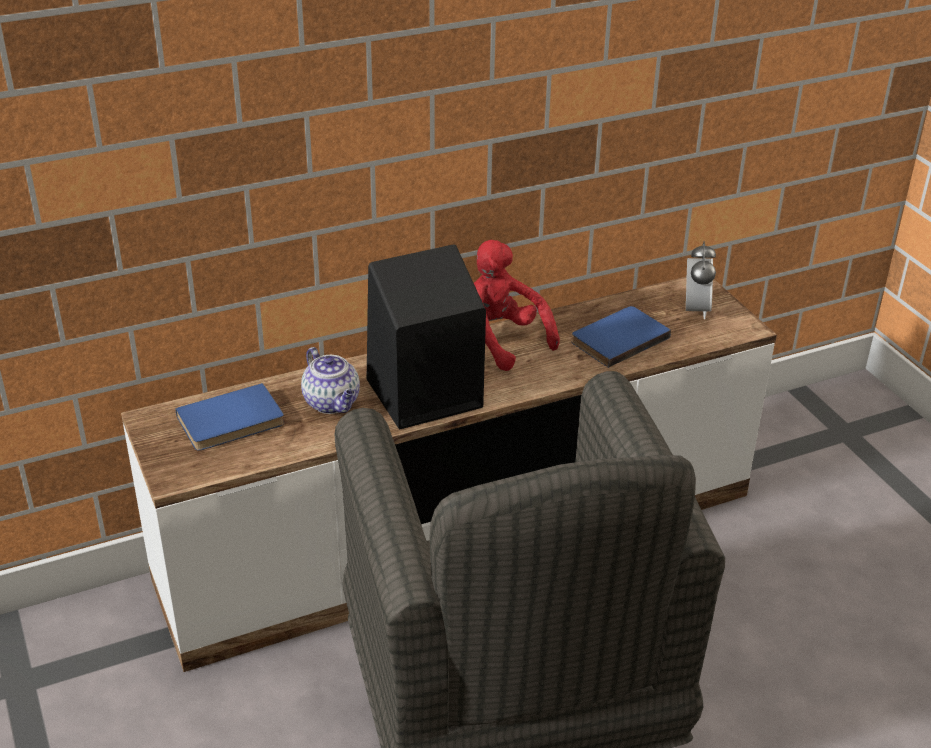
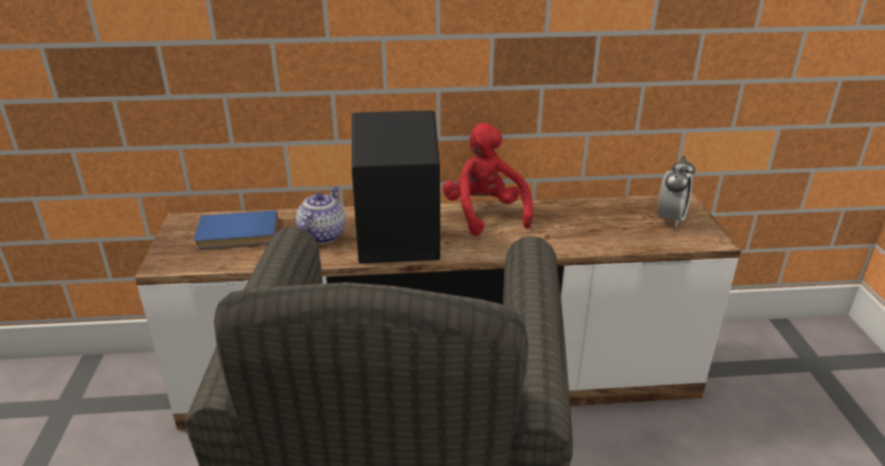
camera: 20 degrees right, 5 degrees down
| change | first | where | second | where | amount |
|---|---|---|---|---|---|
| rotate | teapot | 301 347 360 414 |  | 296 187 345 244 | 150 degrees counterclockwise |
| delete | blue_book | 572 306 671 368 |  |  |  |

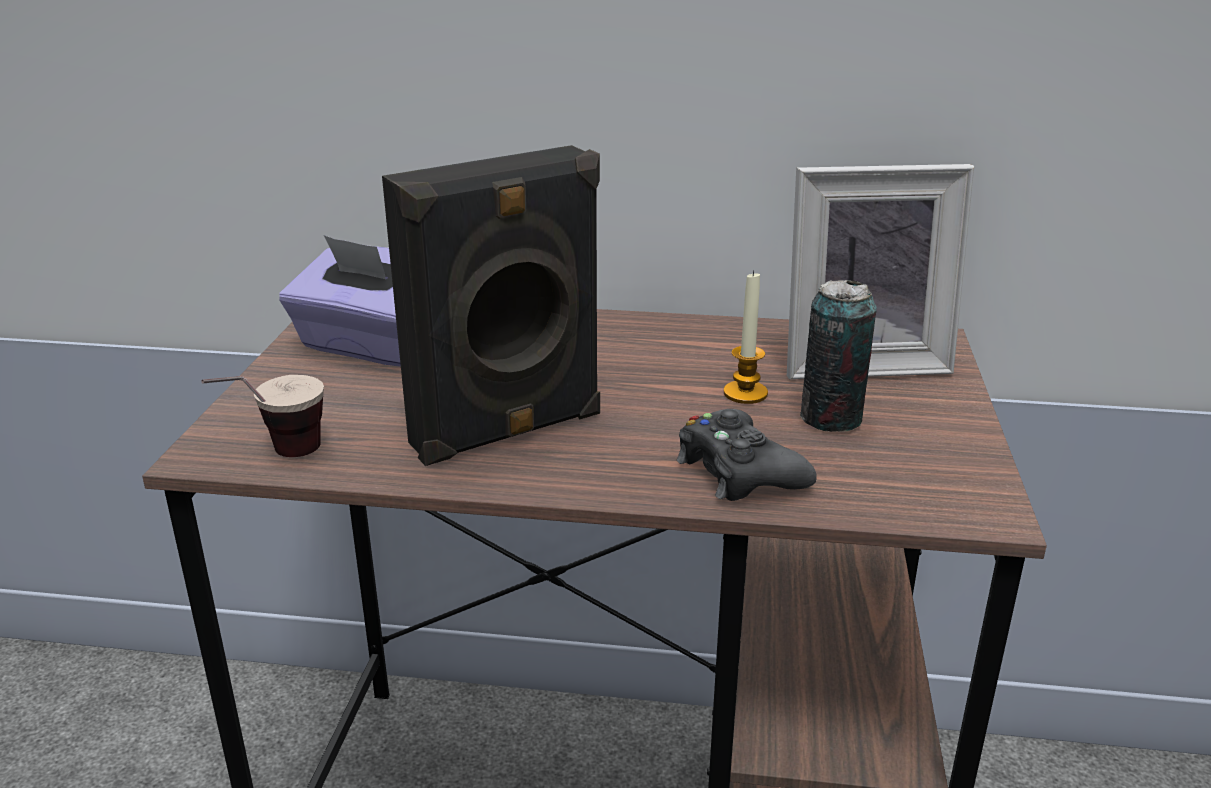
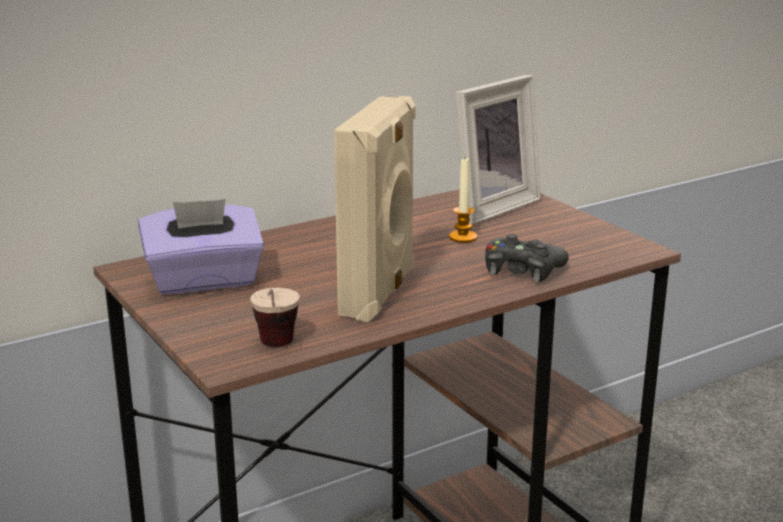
camera: 40 degrees left, 5 degrees down
| change | first | where | second | where | amount |
|---|---|---|---|---|---|
| recolor | black_speaker | 382 145 600 466 | beige_speaker | 334 96 416 322 |  |
| delete | can | 800 280 876 432 |  |  |  |

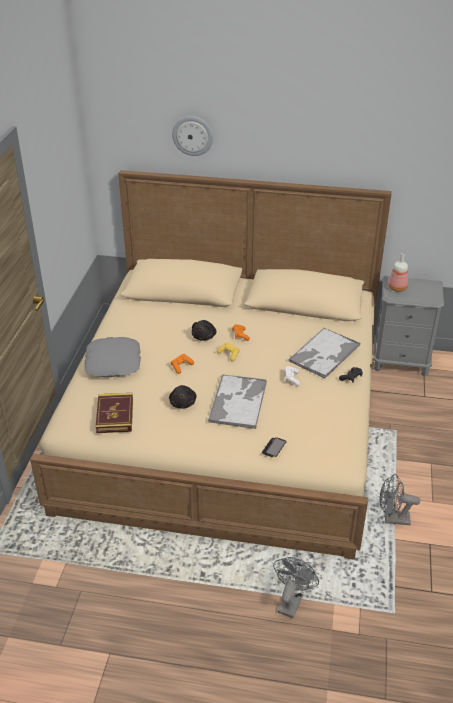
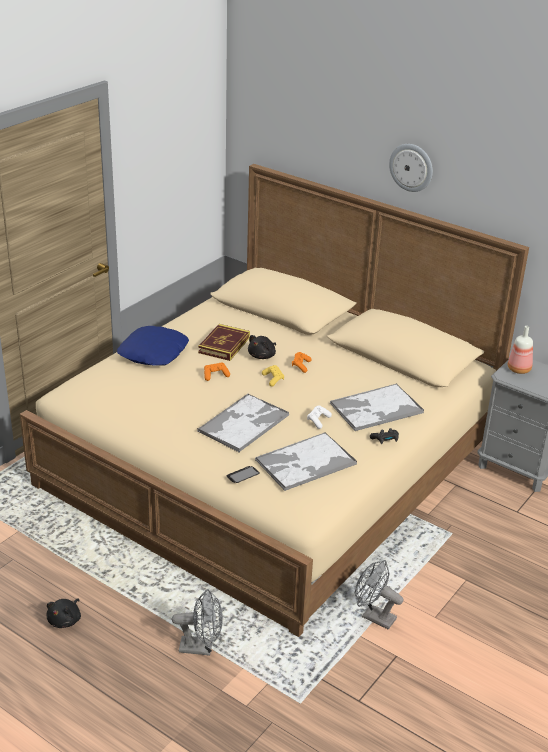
camera: 25 degrees right, 5 degrees down
| change | first | where | second | where | amount |
|---|---|---|---|---|---|
| recolor | grey_pillow | 85 337 141 377 | blue_pillow | 117 326 189 366 |  |
| move | book | 96 393 133 433 |  | 198 324 250 361 |  |
| move | black_plush_toy | 169 385 197 408 |  | 46 599 81 628 |  |
| move | wall_clock | 172 116 213 156 |  | 389 144 433 192 |  |
| rotate | grey_fan | 273 557 319 618 |  | 172 589 223 656 | 45 degrees clockwise |
| insert |  |  | tray | 255 432 357 491 |  |

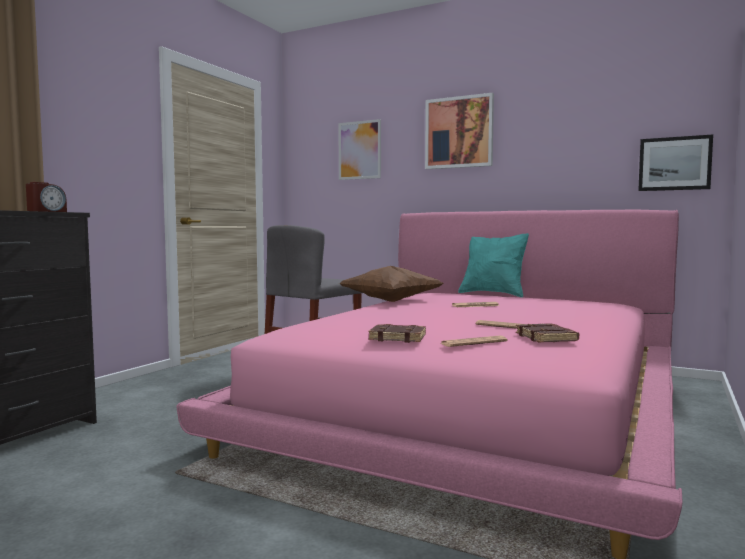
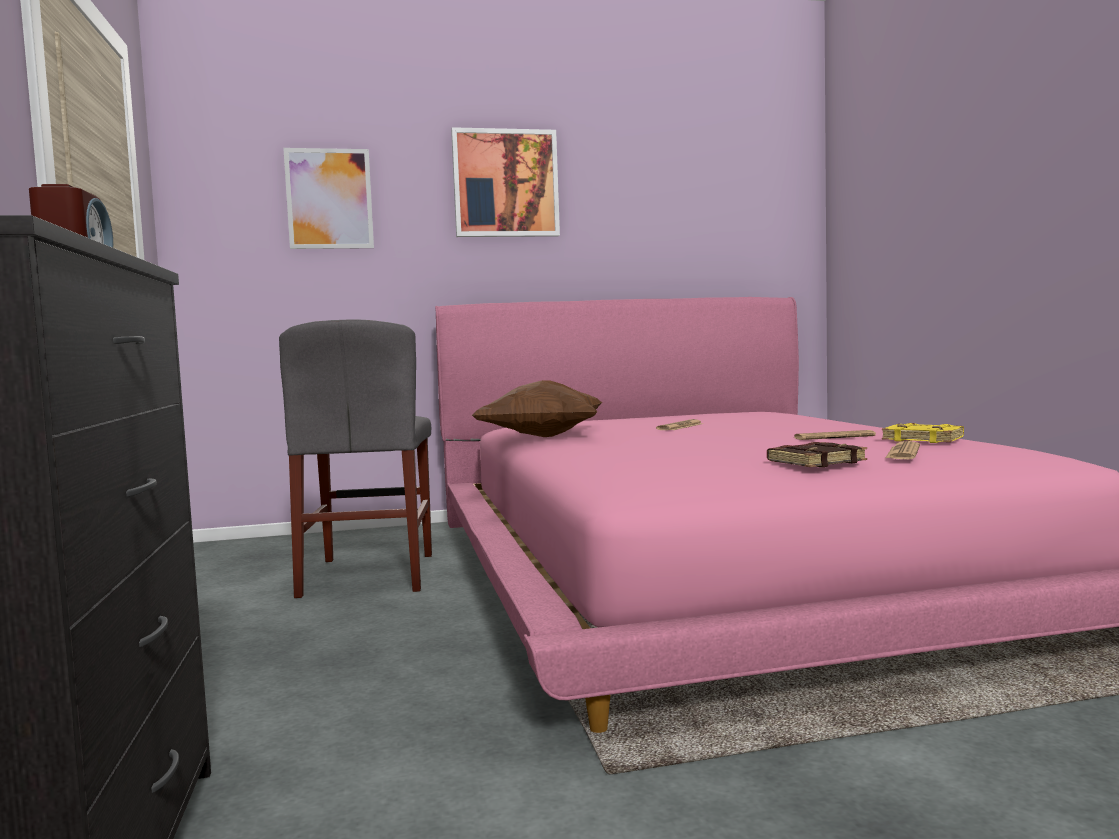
camera: 40 degrees left, 0 degrees up
| change | first | where | second | where | amount |
|---|---|---|---|---|---|
| delete | turquoise_pillow | 458 233 529 297 |  |  |  |
| recolor | brown_book | 516 323 579 342 | yellow_book | 882 423 964 443 |  |
| delete | picture | 638 135 713 191 |  |  |  |

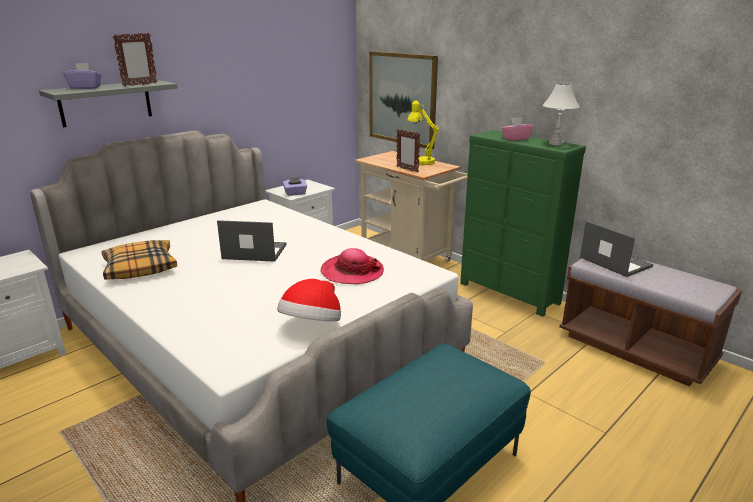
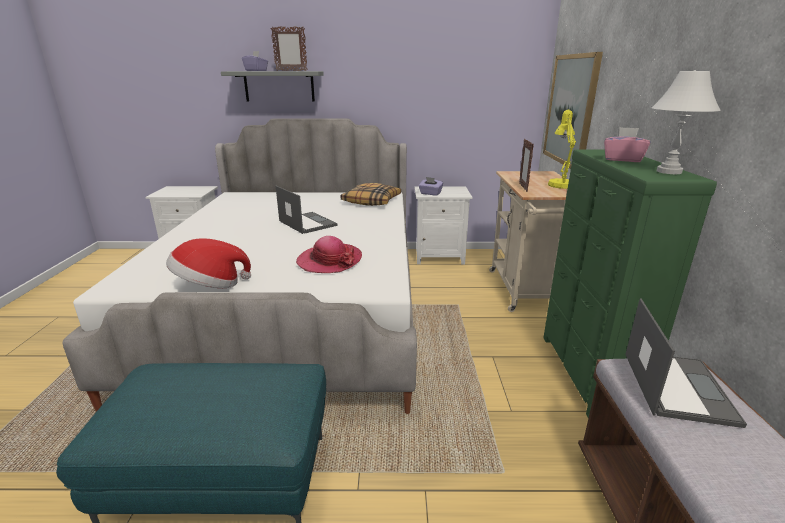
camera: 45 degrees right, 0 degrees up
| change | first | where | second | where | amount |
|---|---|---|---|---|---|
| move | pillow | 101 240 177 279 |  | 341 183 401 206 |  |

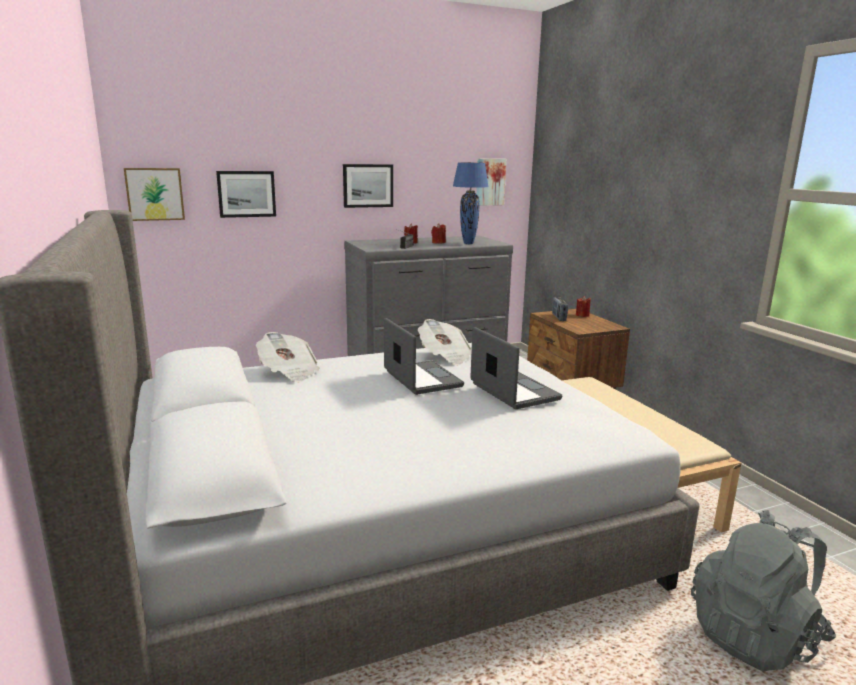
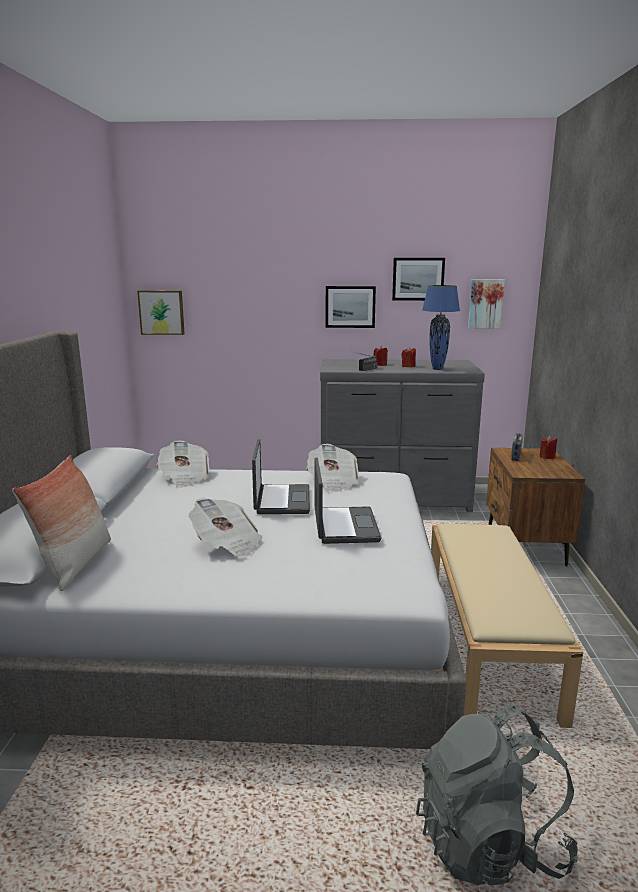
camera: 25 degrees right, 0 degrees up
| change | first | where | second | where | amount |
|---|---|---|---|---|---|
| move | picture | 216 171 276 218 |  | 392 258 445 301 |  |
| insert |  |  | pillow | 12 455 111 591 |  |
| insert |  |  | newspaper | 189 498 262 558 |  |

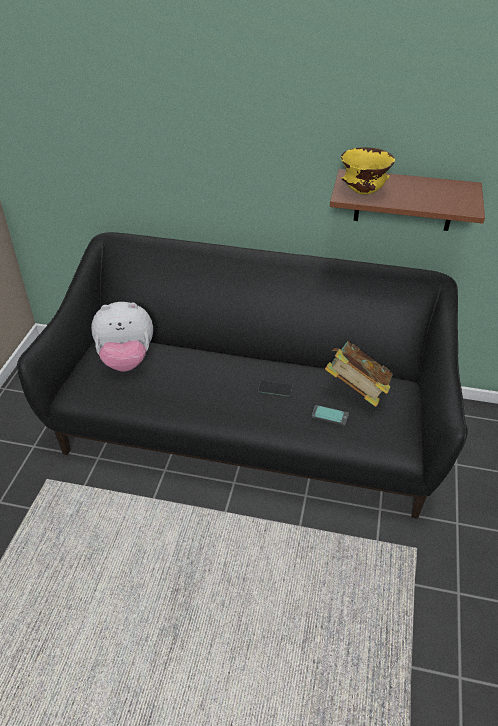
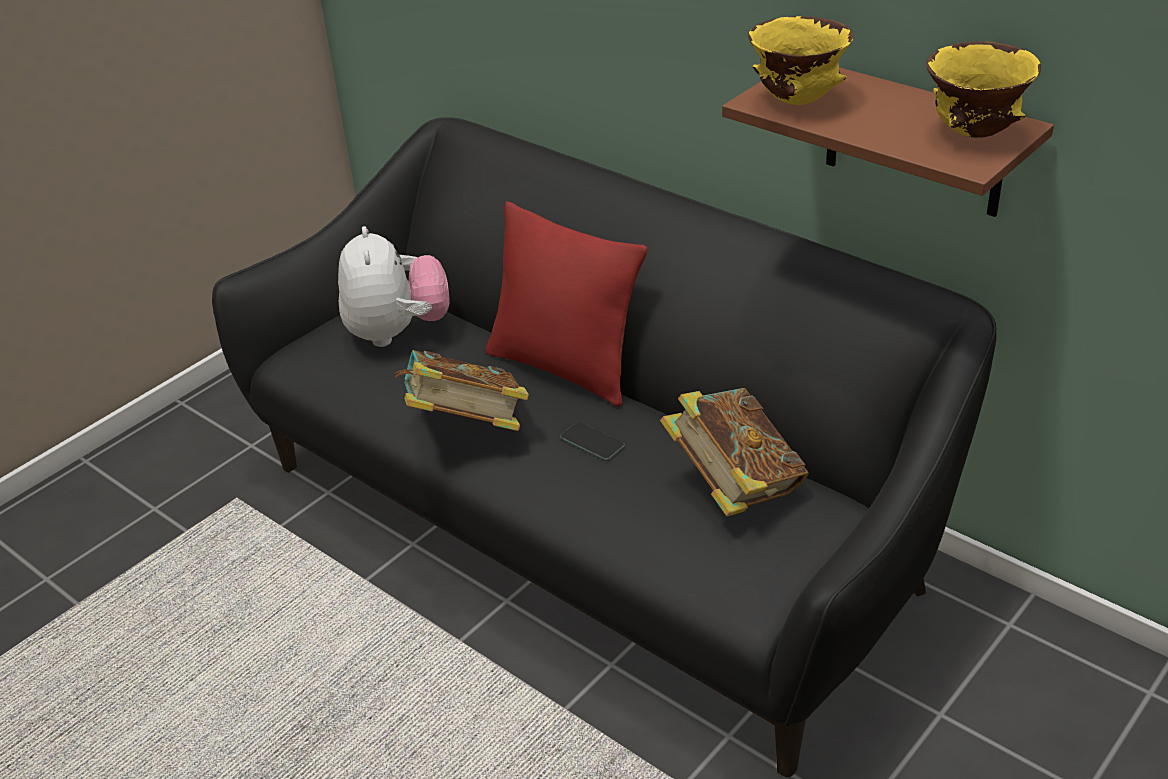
camera: 30 degrees right, 5 degrees down
| change | first | where | second | where | amount |
|---|---|---|---|---|---|
| rotate | plush_toy | 91 302 153 371 |  | 338 226 450 347 | 120 degrees counterclockwise |
| delete | phone | 312 405 349 425 |  |  |  |
| insert |  |  | book | 394 350 529 431 |  |
| insert |  |  | red_pillow | 485 201 647 407 |  |
| insert |  |  | yellow_bowl | 926 41 1041 138 |  |

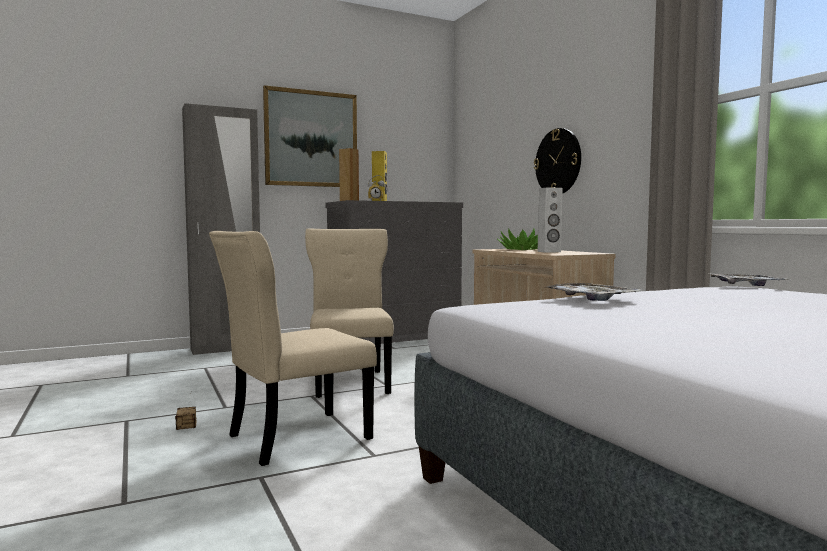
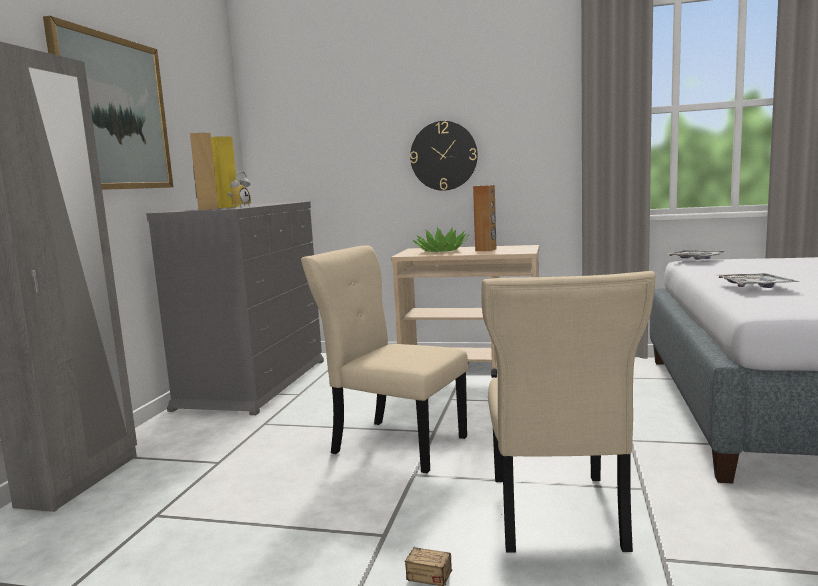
camera: 50 degrees left, 5 degrees up
| change | first | where | second | where | amount |
|---|---|---|---|---|---|
| recolor | white_speaker | 538 188 562 253 | brown_speaker | 473 185 497 251 |  |

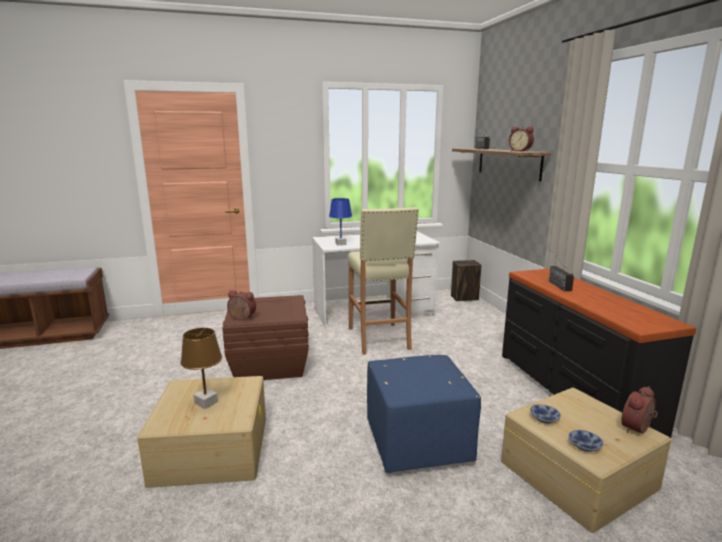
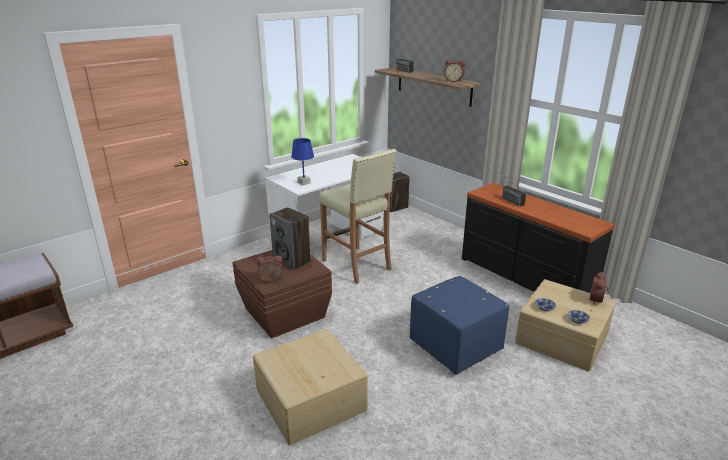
camera: 25 degrees left, 10 degrees up
| change | first | where | second | where | amount |
|---|---|---|---|---|---|
| delete | brown_table_lamp | 181 328 222 409 |  |  |  |
| insert |  |  | speaker | 269 207 311 270 |  |

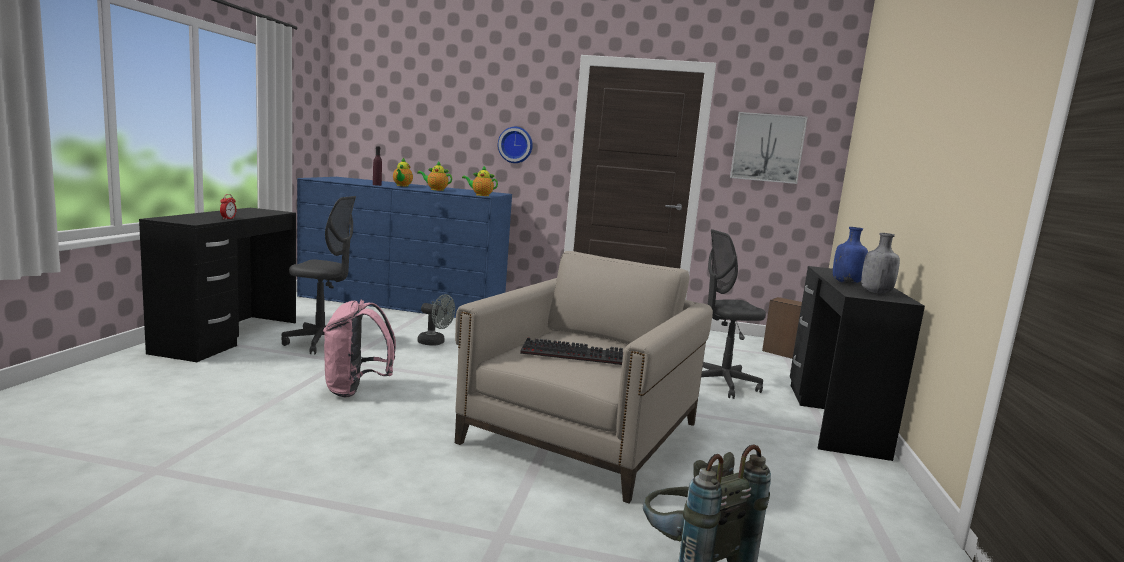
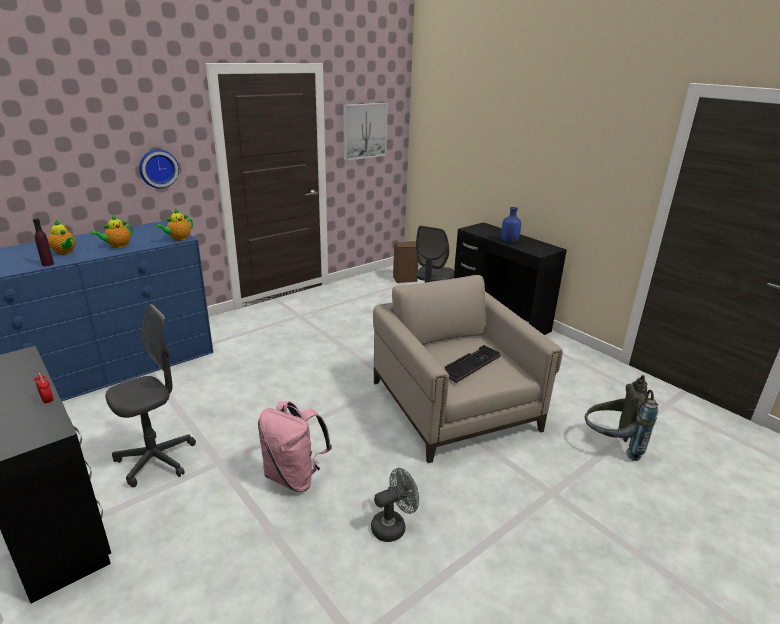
camera: 50 degrees left, 15 degrees up
| change | first | where | second | where | amount |
|---|---|---|---|---|---|
| move | grey_fan | 417 294 455 346 |  | 371 468 419 542 |  |
| delete | grey_bottle | 861 233 900 293 |  |  |  |

